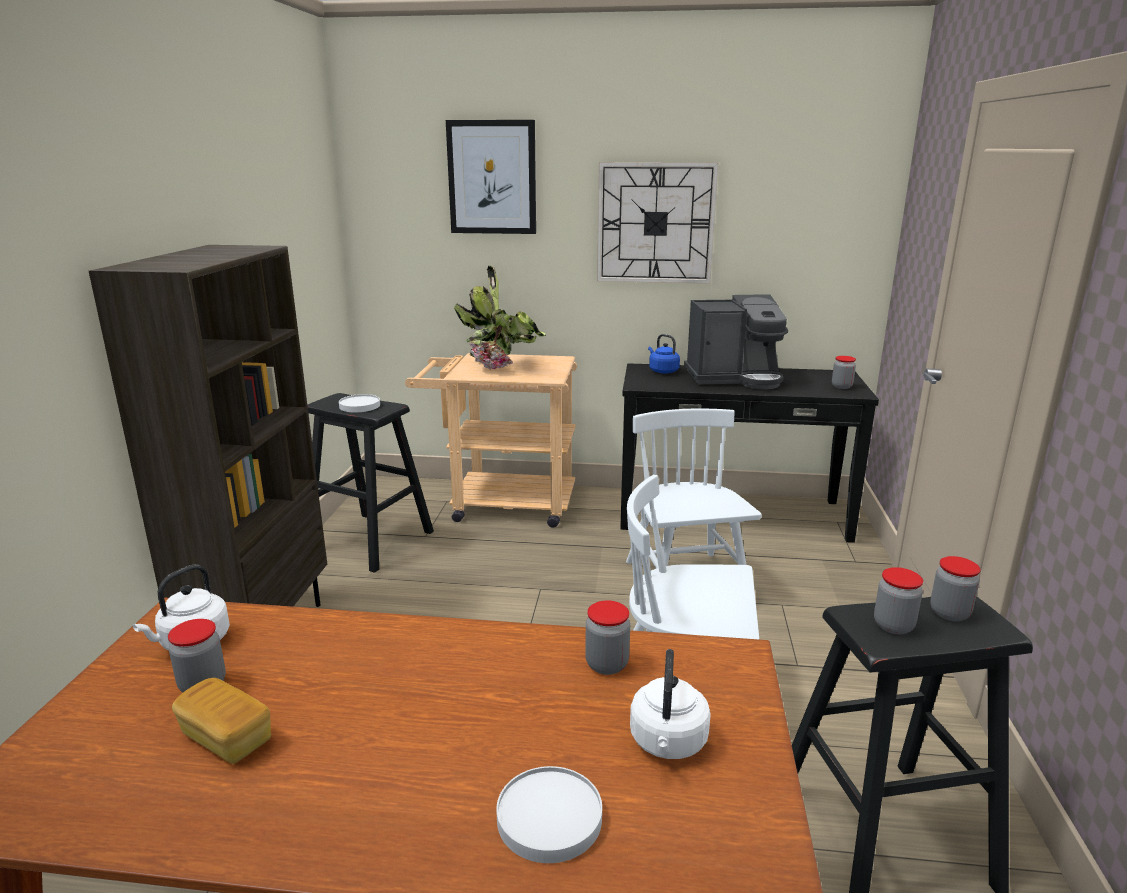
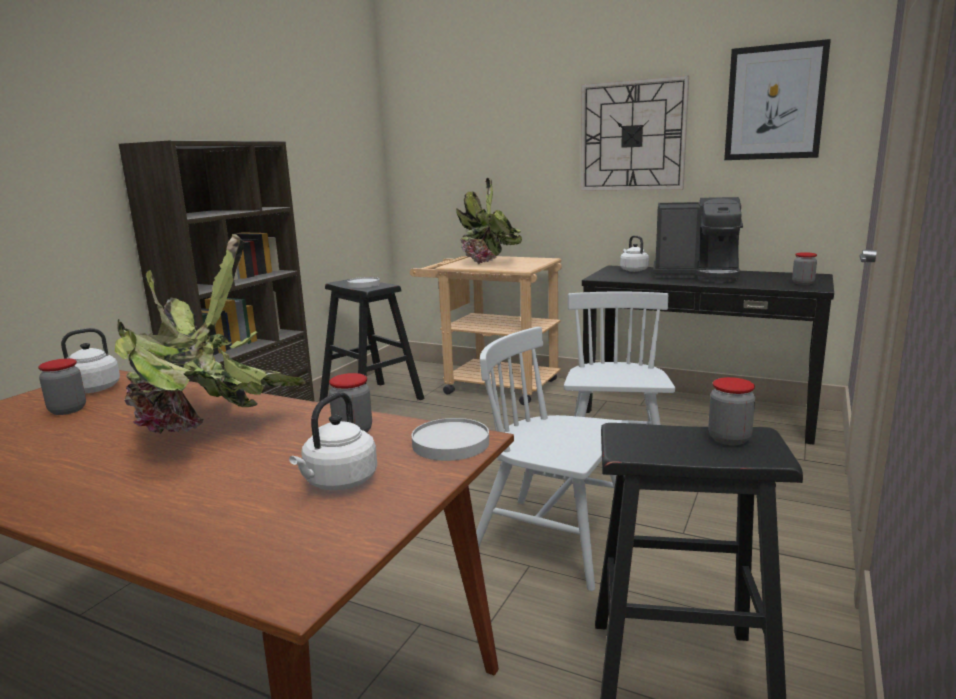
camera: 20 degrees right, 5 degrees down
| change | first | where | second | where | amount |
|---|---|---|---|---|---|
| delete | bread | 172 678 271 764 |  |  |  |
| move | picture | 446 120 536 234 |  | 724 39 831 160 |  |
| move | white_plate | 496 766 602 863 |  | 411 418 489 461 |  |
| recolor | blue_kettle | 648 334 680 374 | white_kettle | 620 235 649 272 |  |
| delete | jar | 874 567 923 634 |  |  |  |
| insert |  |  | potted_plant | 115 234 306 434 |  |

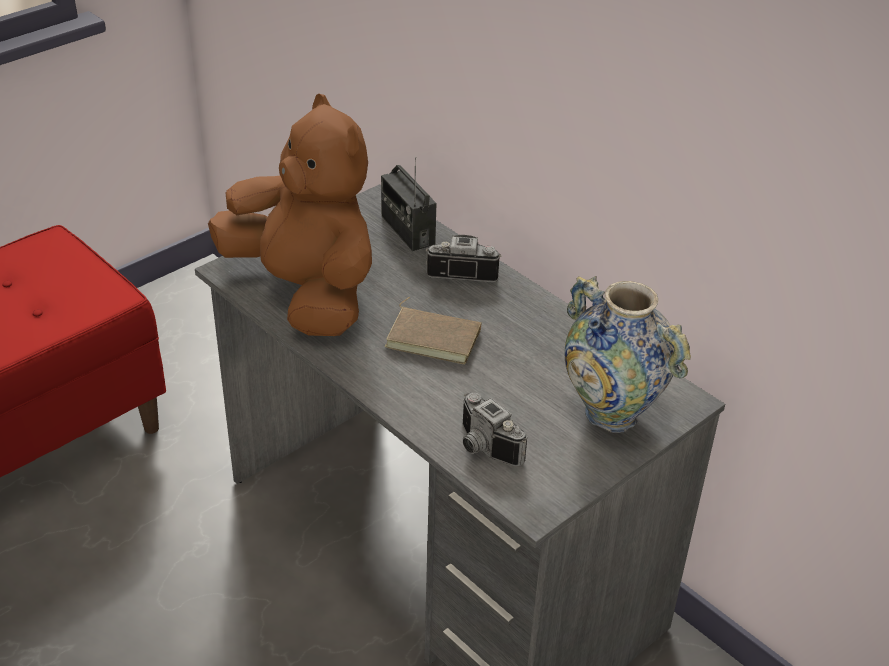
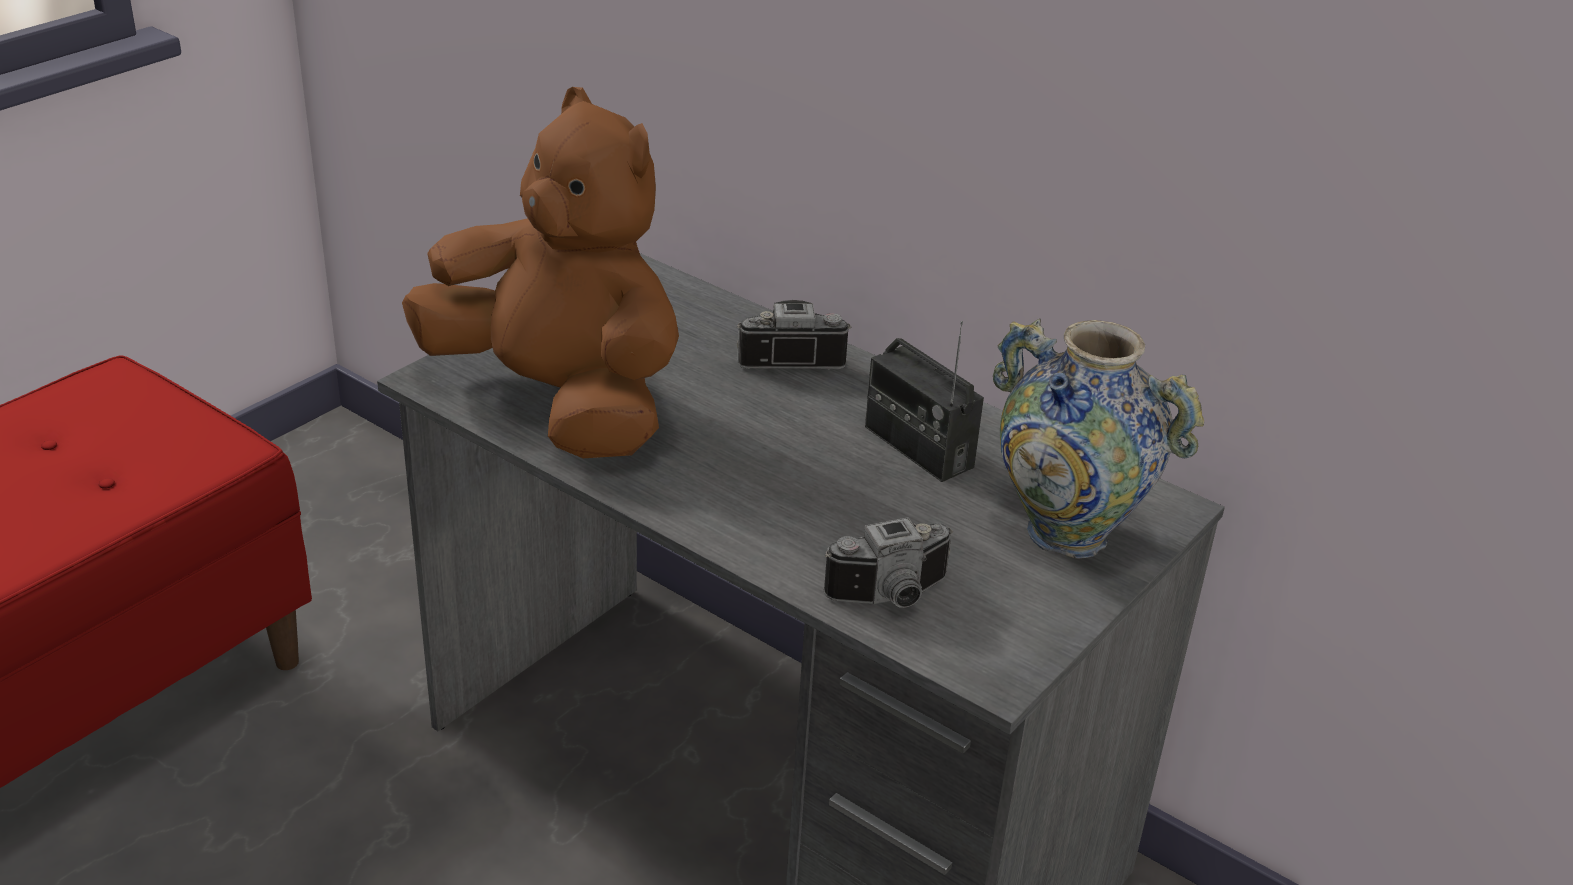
camera: 10 degrees left, 5 degrees down
| change | first | where | second | where | amount |
|---|---|---|---|---|---|
| move | radio | 381 157 436 251 |  | 865 321 984 482 |  |
| delete | brown_book | 385 297 482 364 |  |  |  |
| rotate | photo_camera | 463 392 527 466 |  | 824 518 953 608 | 60 degrees counterclockwise |

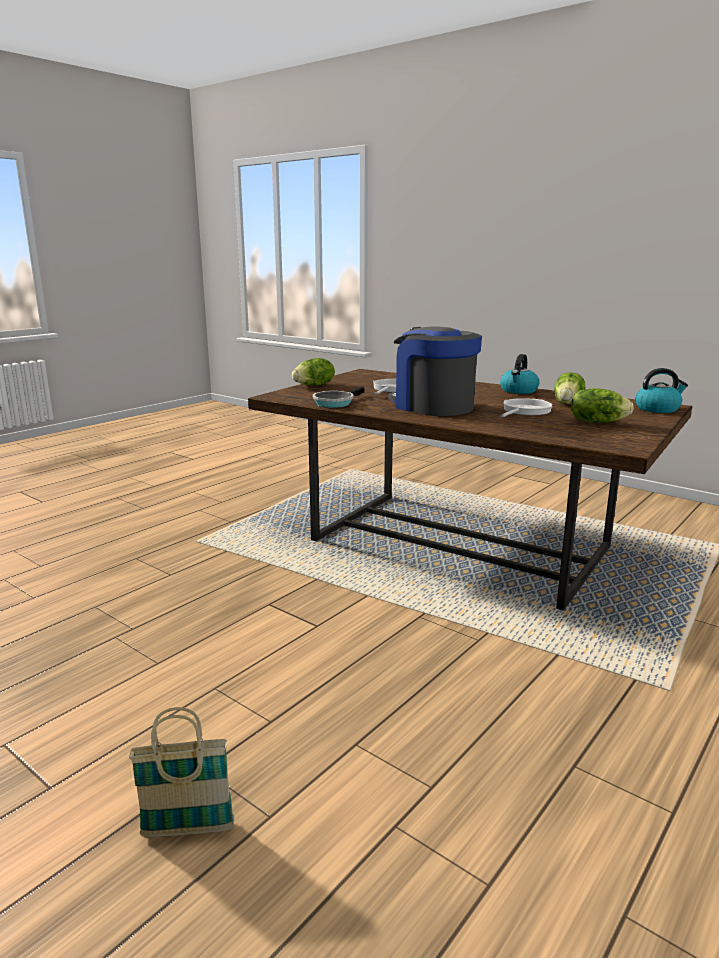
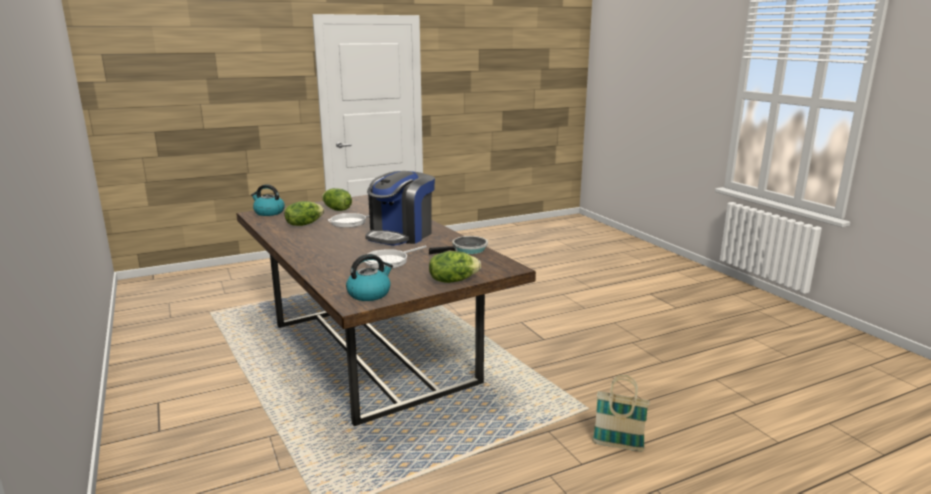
camera: 155 degrees left, 0 degrees up
| change | first | where | second | where | amount |
|---|---|---|---|---|---|
| move | basket | 129 707 235 837 |  | 592 375 650 451 |  |
| rotate | coffee_machine | 388 326 482 416 |  | 365 171 435 246 | 45 degrees clockwise |
| move | kettle | 500 354 540 394 |  | 346 254 393 301 |  |

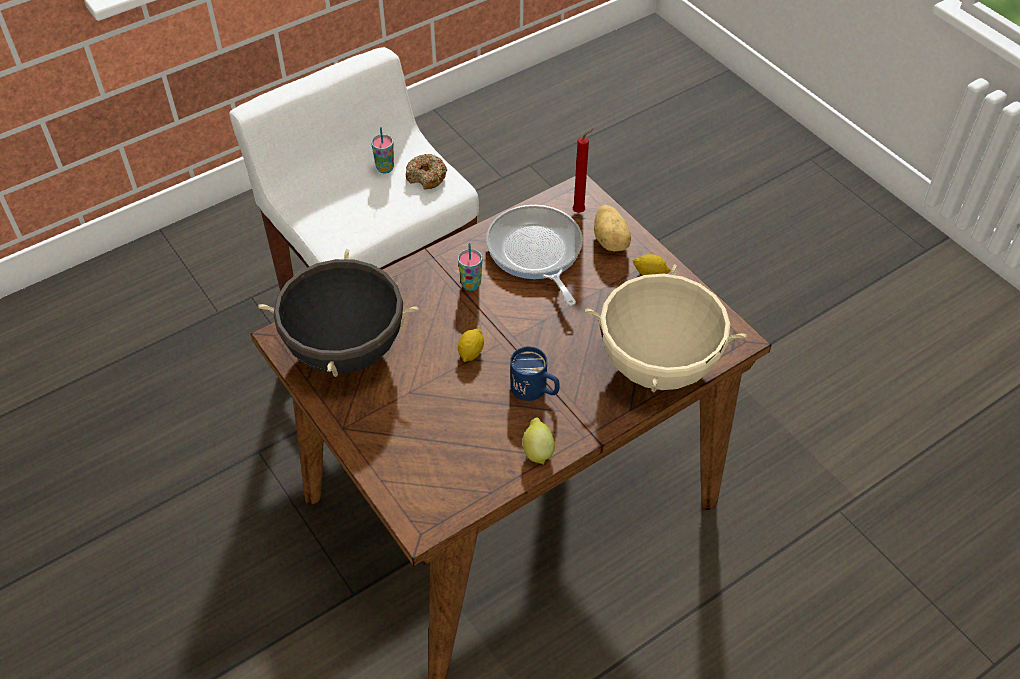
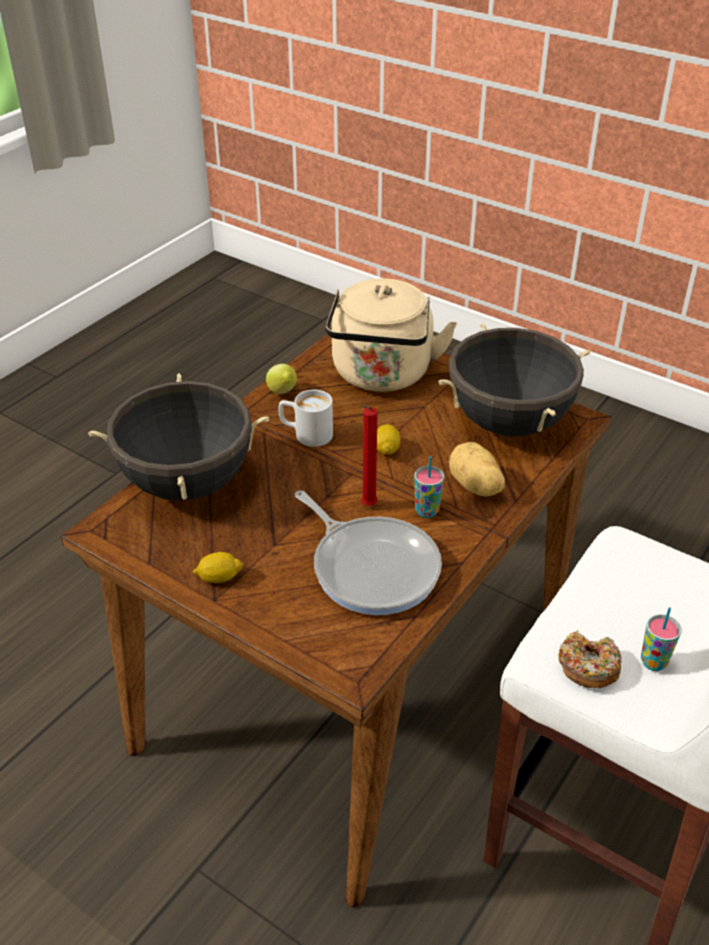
camera: 160 degrees right, 10 degrees down
| change | first | where | second | where | amount |
|---|---|---|---|---|---|
| recolor | blue_mug | 510 347 559 401 | white_mug | 279 390 333 447 |  |
| move | red_candle | 572 128 594 213 |  | 360 405 378 506 |  |
| recolor | beige_cooking_pot | 585 264 747 392 | black_cooking_pot | 88 373 269 501 |  |
| move | potato | 594 205 631 251 |  | 449 442 505 497 |  |
| insert |  |  | beige_kettle | 325 278 457 392 |  |

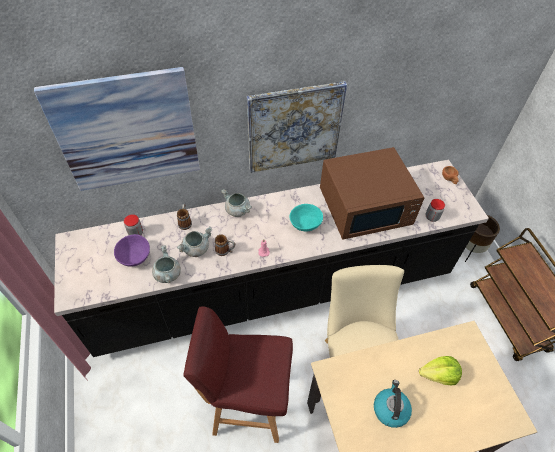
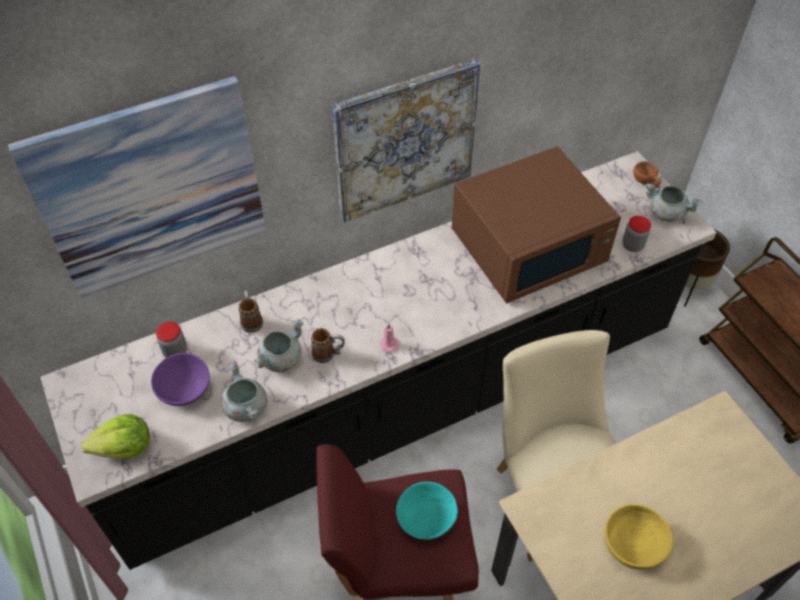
camera: 10 degrees left, 0 degrees up
| change | first | where | second | where | amount |
|---|---|---|---|---|---|
| move | grey_cooking_pot | 221 189 252 217 |  | 646 183 703 222 |  |
| move | turquoise_bowl | 290 204 323 231 |  | 396 482 458 540 |  |
| replace | kettle | 374 380 412 428 | yellow_bowl | 605 504 673 570 |  |
| move | lettuce | 419 356 462 385 |  | 82 414 150 459 |  |

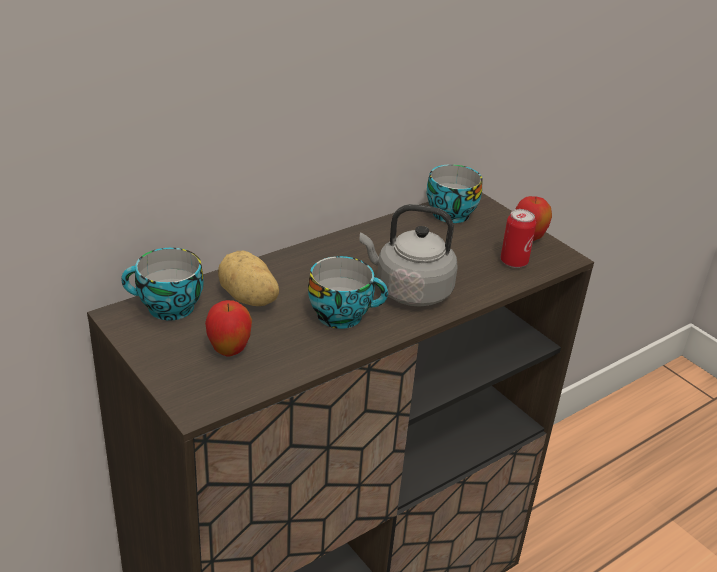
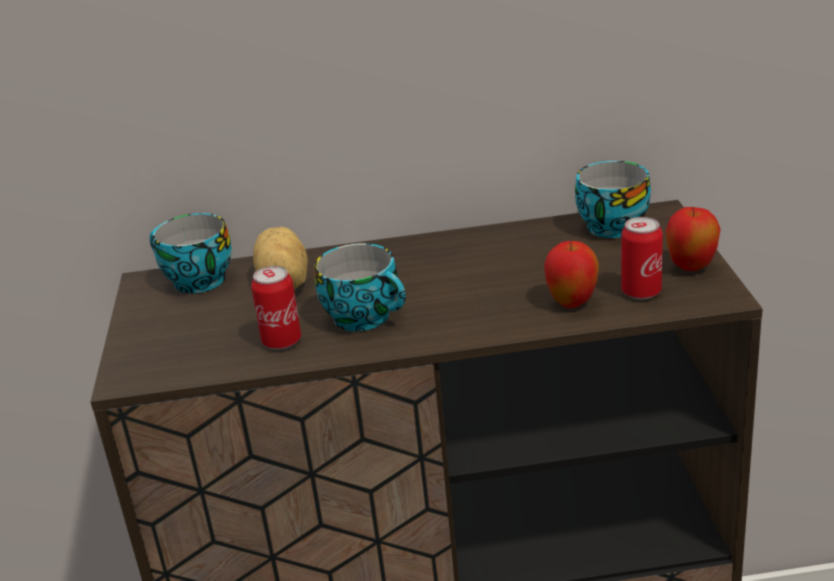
camera: 35 degrees right, 5 degrees down
| change | first | where | second | where | amount |
|---|---|---|---|---|---|
| move | apple | 205 300 252 356 |  | 544 241 599 308 |  |
| delete | grey_kettle | 360 204 458 307 |  |  |  |
| insert |  |  | can | 251 266 301 350 |  |

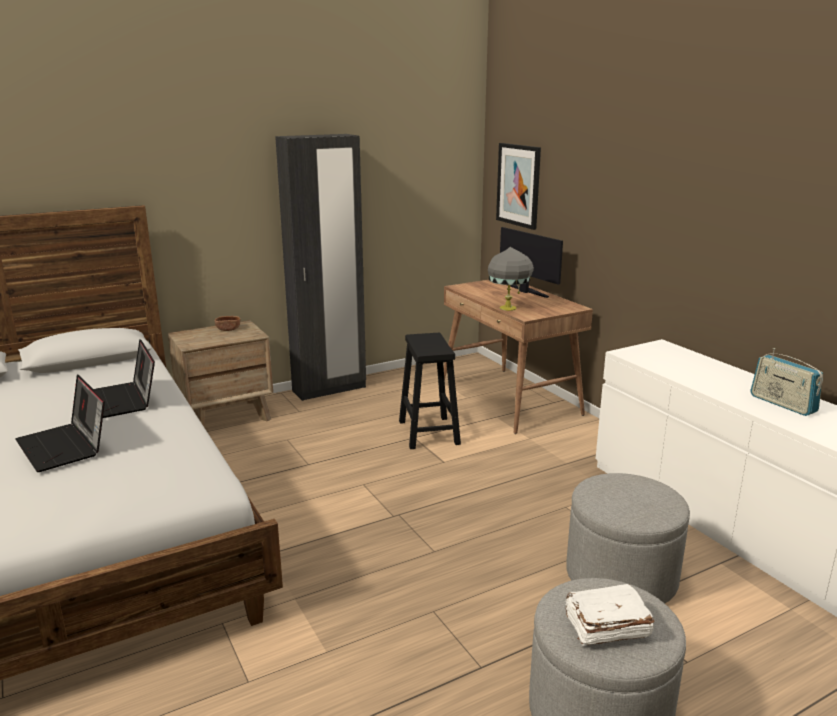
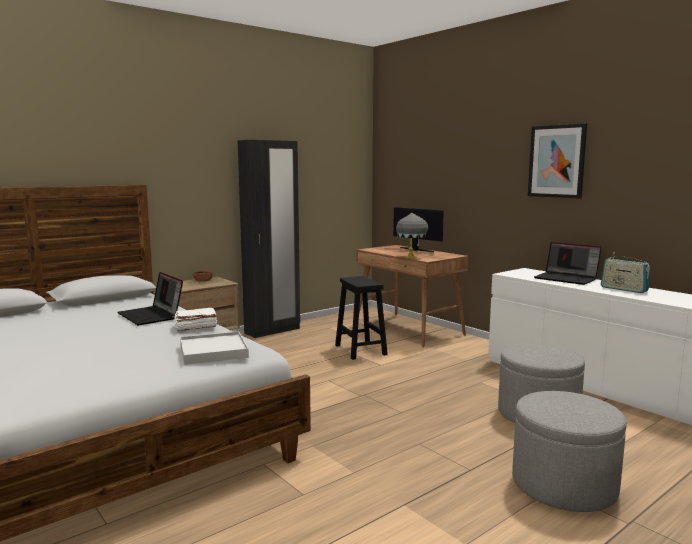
camera: 10 degrees left, 10 degrees down
| change | first | where | second | where | amount |
|---|---|---|---|---|---|
| move | laptop | 15 374 105 472 |  | 534 242 602 285 |  |
| move | picture | 496 143 541 230 |  | 528 123 587 199 |  |
| move | white_book | 565 584 654 646 |  | 175 308 217 332 |  |
| insert |  |  | white_tray | 180 332 249 365 |  |

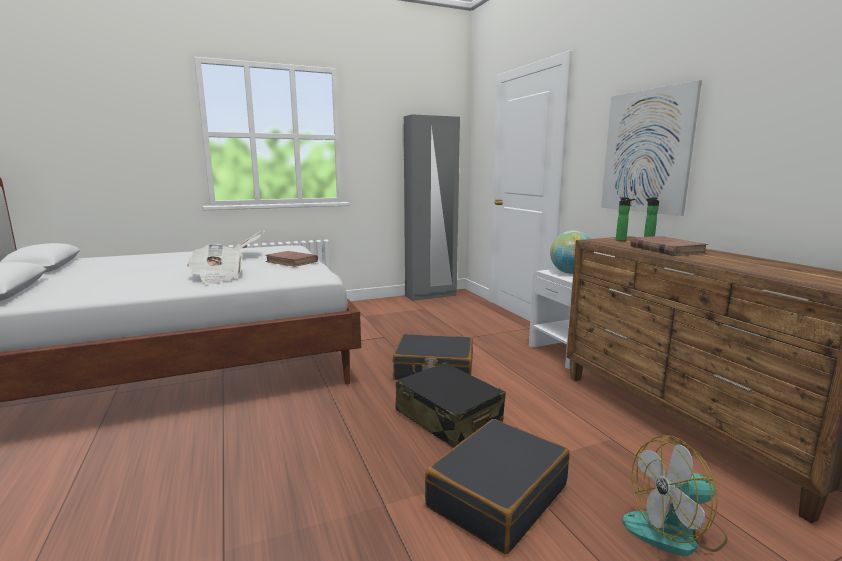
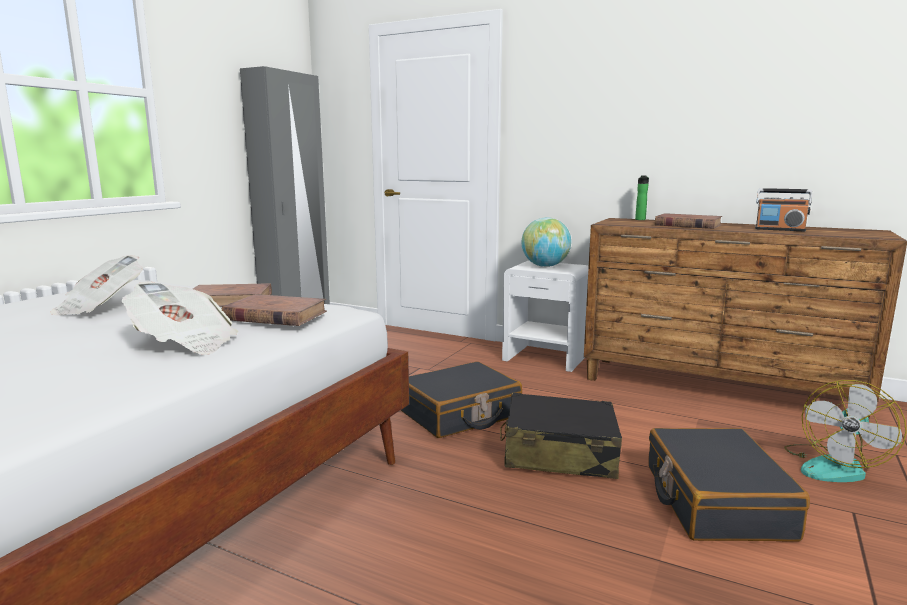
camera: 40 degrees left, 0 degrees up
| change | first | where | second | where | amount |
|---|---|---|---|---|---|
| delete | picture | 601 80 702 216 |  |  |  |
| delete | bottle | 616 197 635 241 |  |  |  |
| insert |  |  | brown_book | 222 294 327 326 |  |
| insert |  |  | radio | 755 188 812 231 |  |

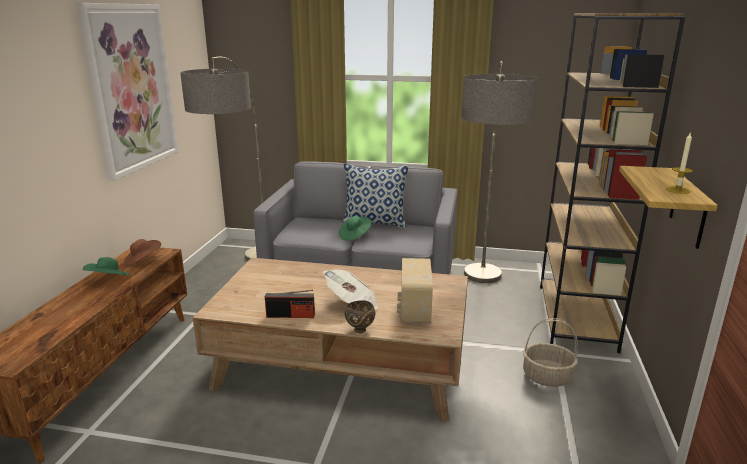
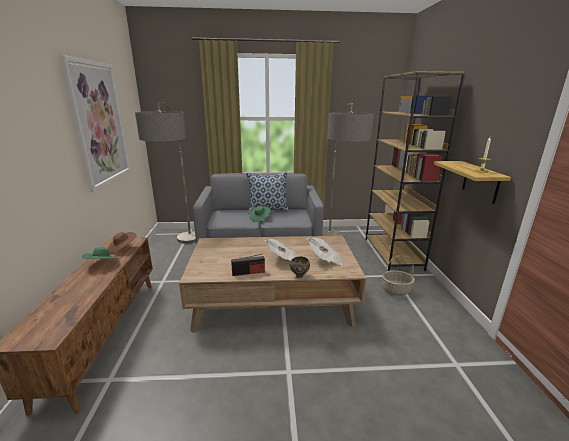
camera: 15 degrees left, 0 degrees up
| change | first | where | second | where | amount |
|---|---|---|---|---|---|
| replace | radio | 397 258 433 323 | newspaper | 307 237 342 265 |  |

